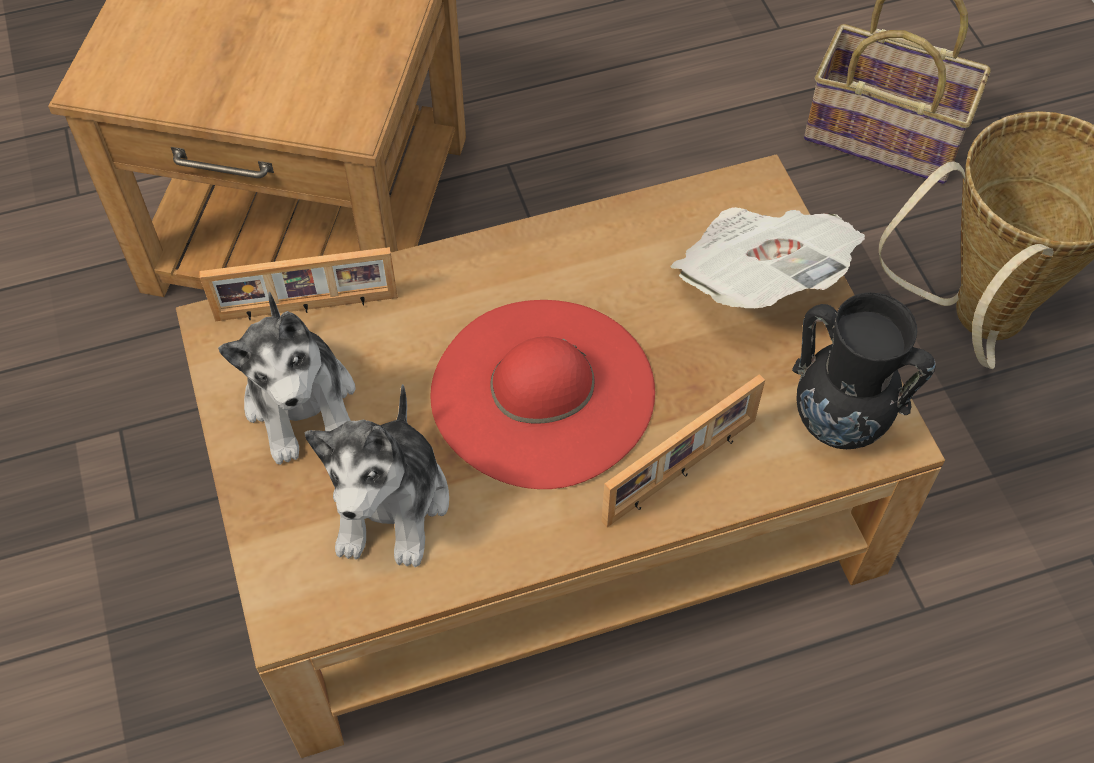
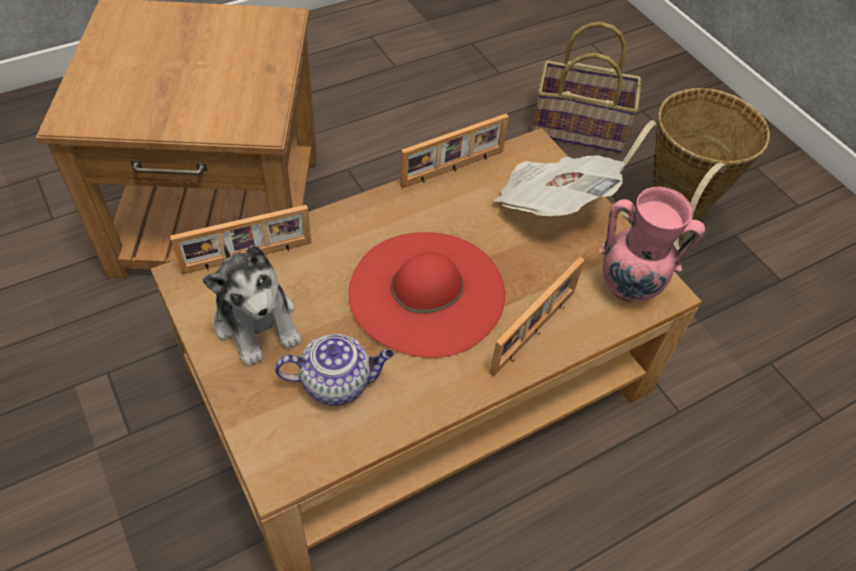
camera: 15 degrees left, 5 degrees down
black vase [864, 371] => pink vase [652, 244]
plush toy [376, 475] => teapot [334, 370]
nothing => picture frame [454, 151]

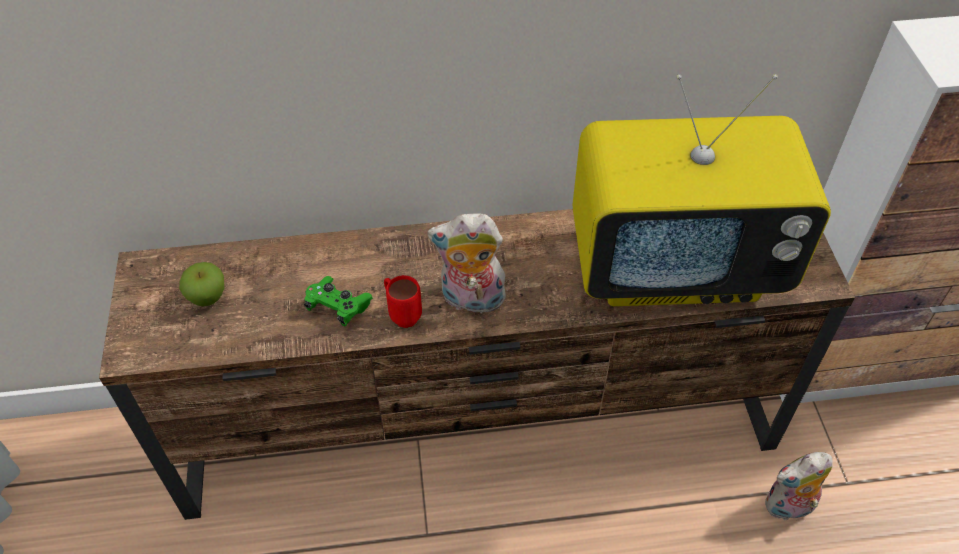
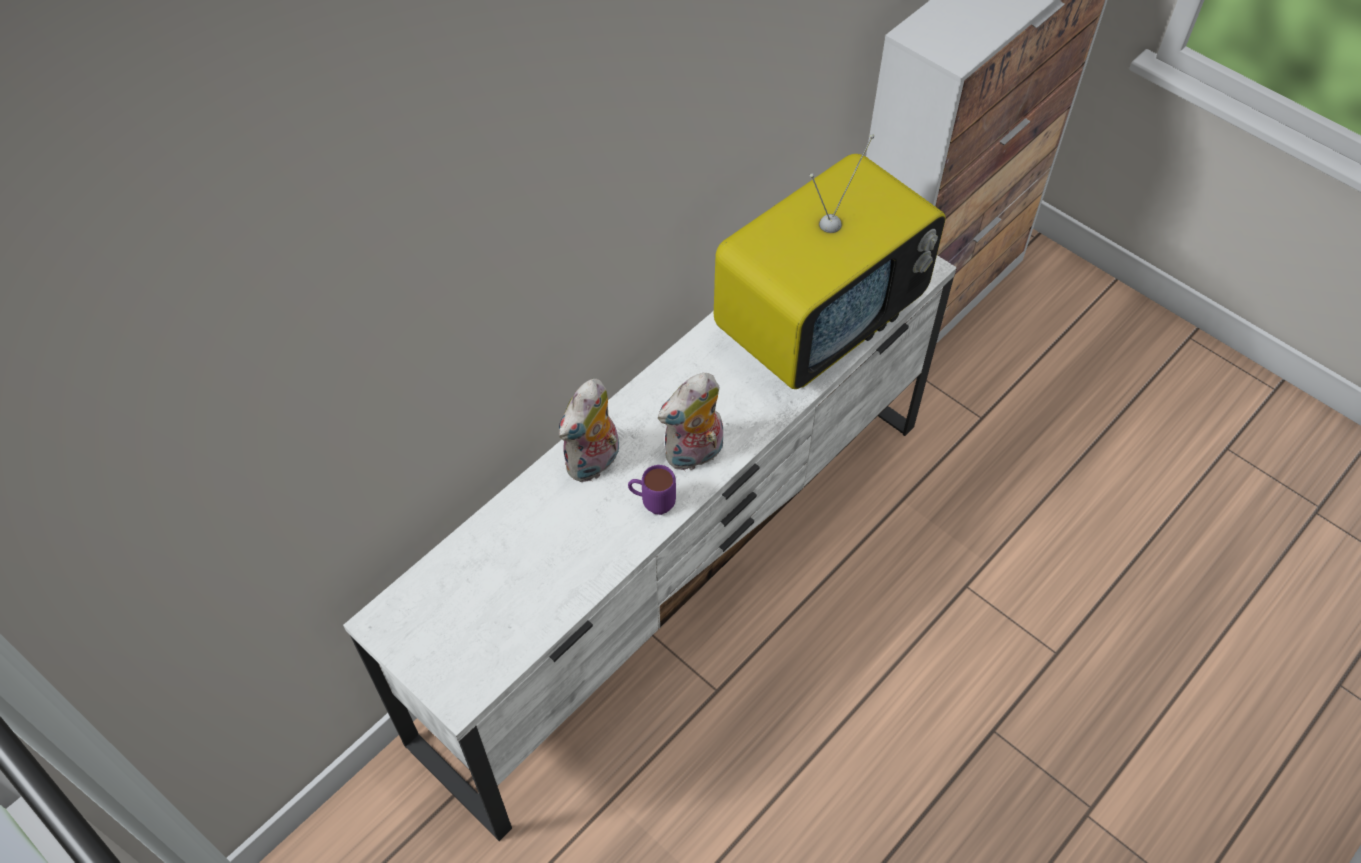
camera: 40 degrees left, 5 degrees up
brown tv stand [477, 364] => white tv stand [650, 548]
apple [201, 284] => nothing
red mug [403, 301] => purple mug [652, 490]
green game controller [338, 301] => nothing
plush toy [799, 486] => plush toy [589, 430], move

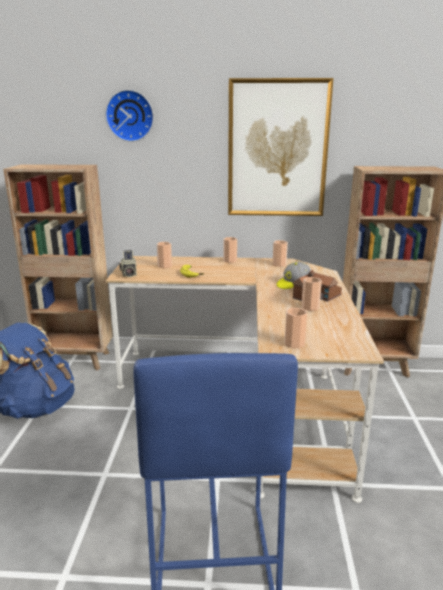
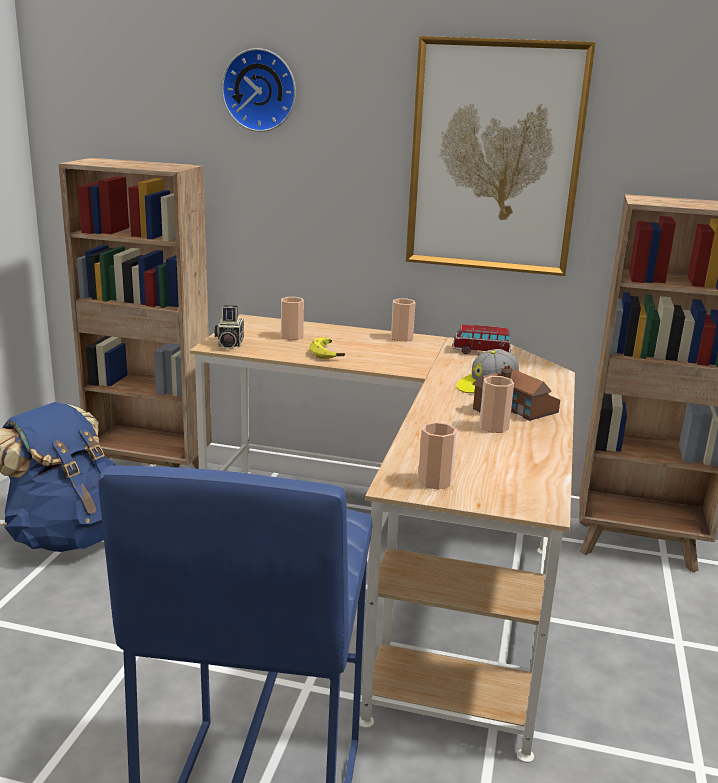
camera: 10 degrees right, 0 degrees up
cup [280, 253] => toy car [481, 339]

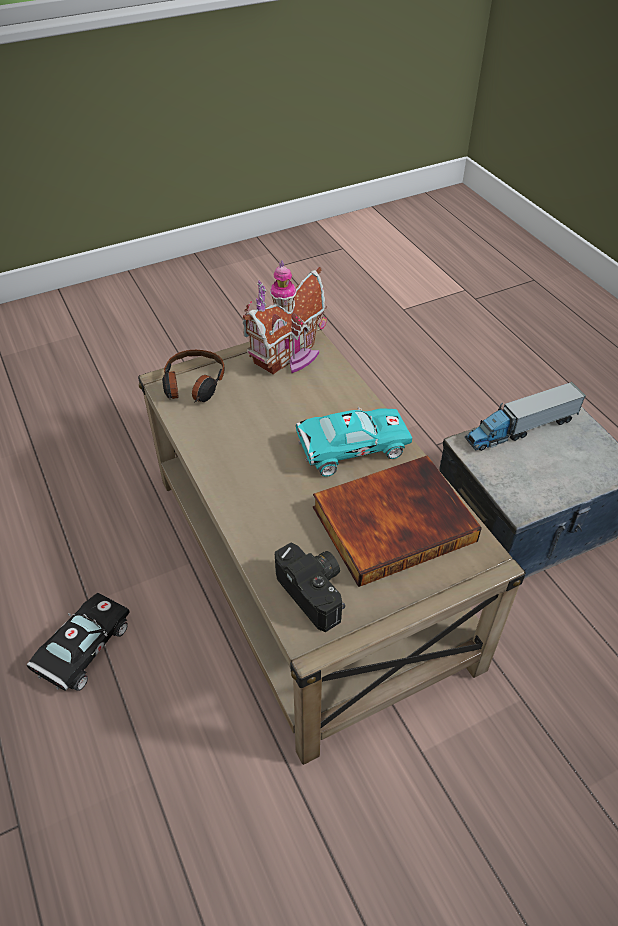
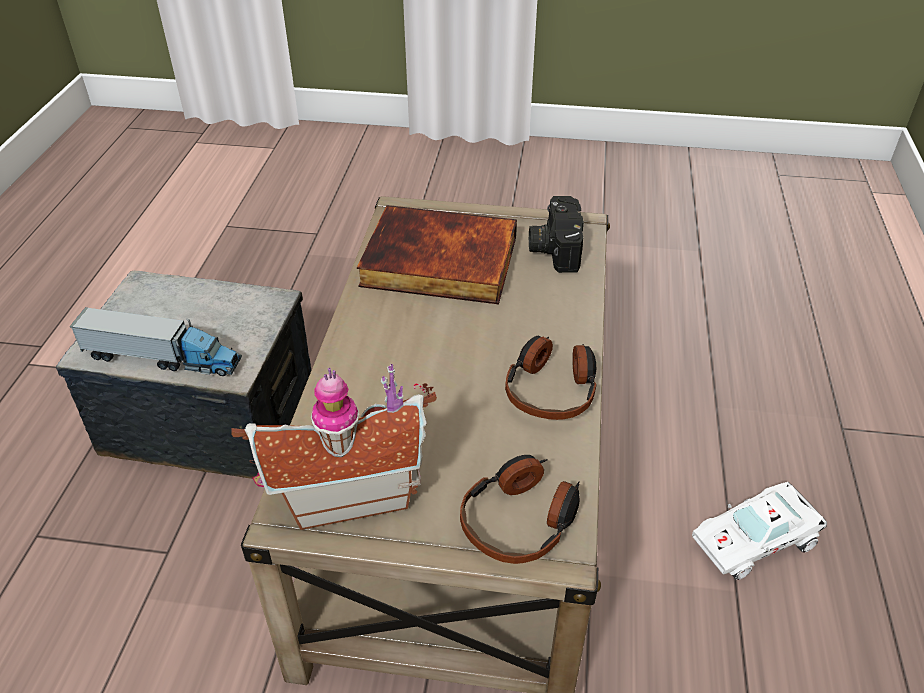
camera: 145 degrees left, 5 degrees down
turquoise toy car [354, 442] => nothing
black toy car [78, 642] => white toy car [759, 531]
nothing => headphones [550, 378]

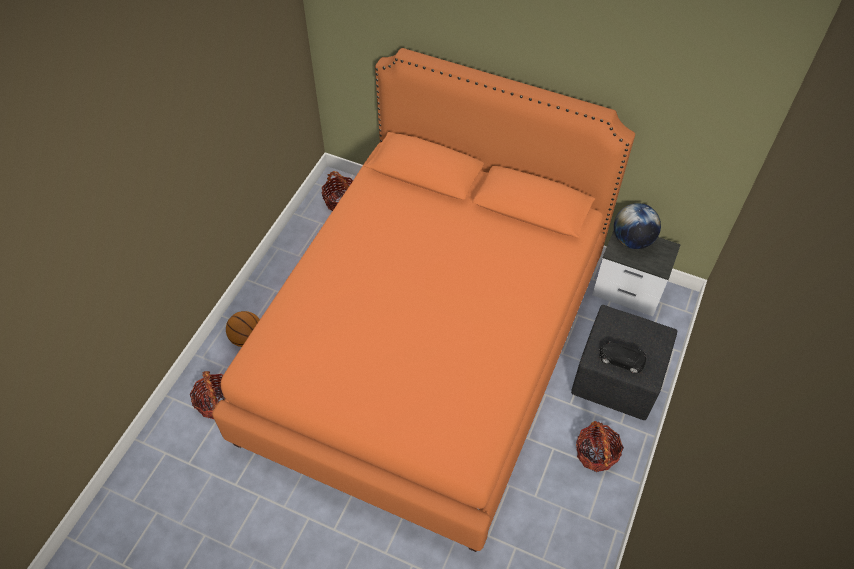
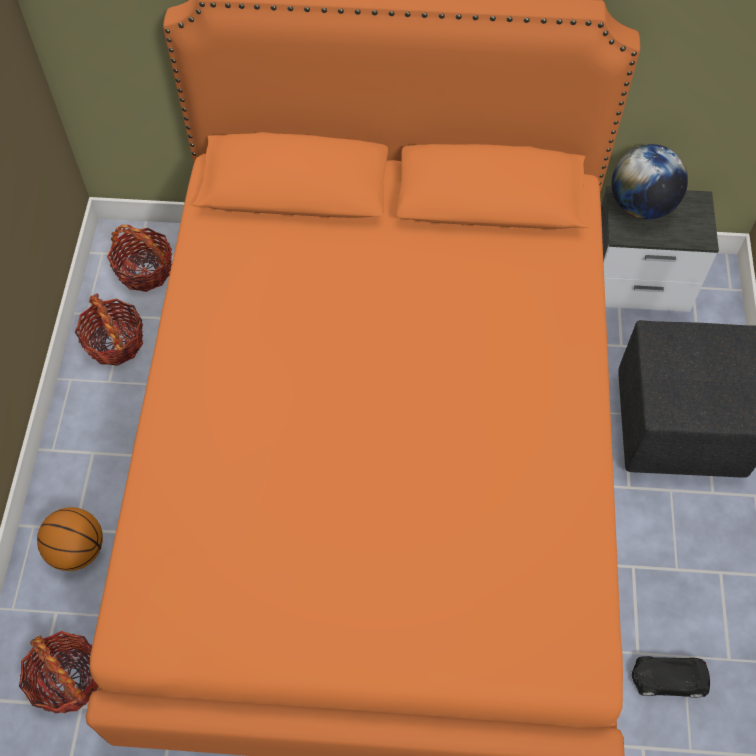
camera: 20 degrees left, 5 degrees up
black toy car [622, 357] => black toy car [670, 677], move
basket [600, 446] => basket [109, 329], move

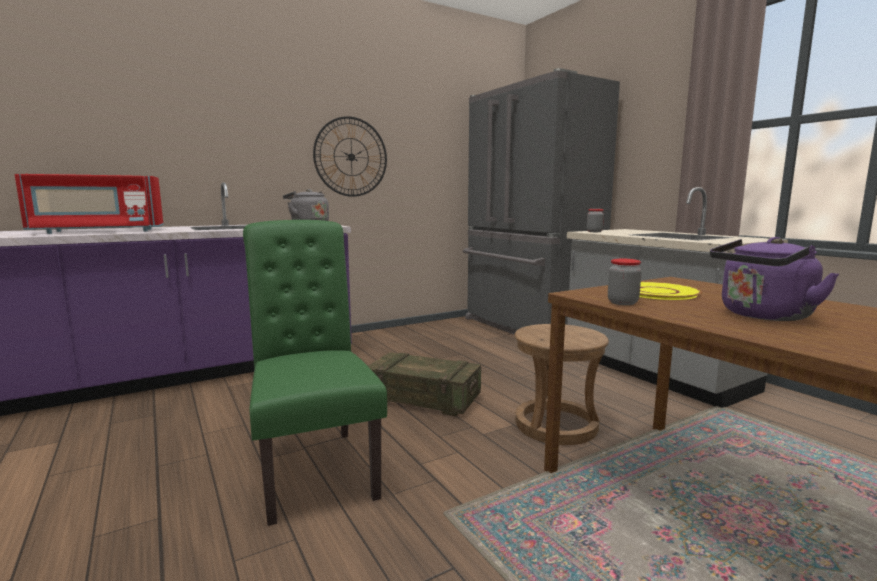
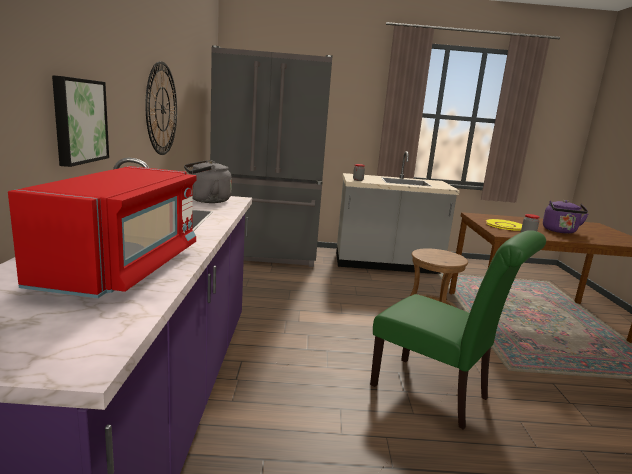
camera: 60 degrees left, 5 degrees up
green chair [315, 373] => green chair [458, 330], 150 degrees counterclockwise
crate [424, 384] => nothing
nothing => picture [80, 121]

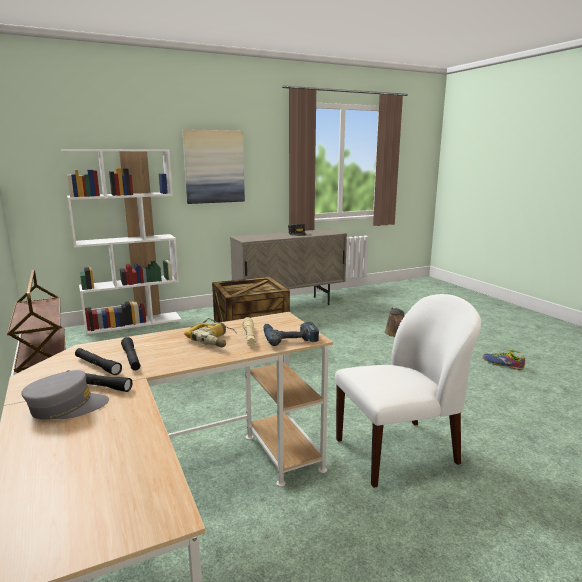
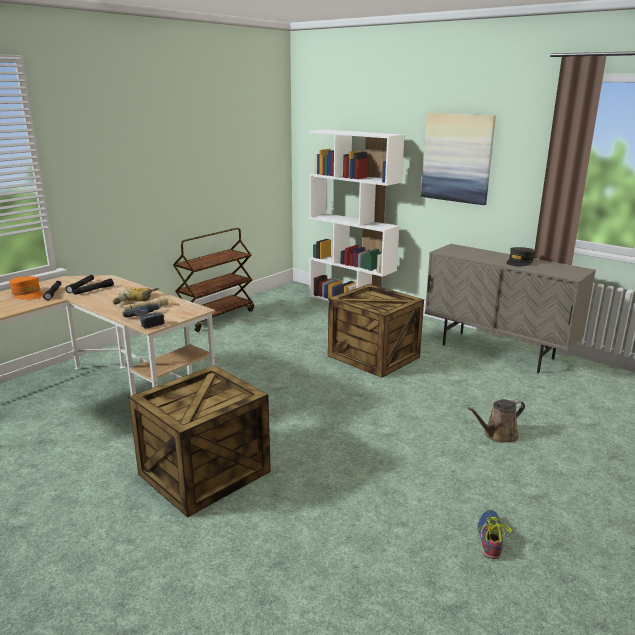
camera: 65 degrees right, 5 degrees up
white chair [408, 391] => crate [200, 441]
grey cap [65, 395] => orange cap [26, 288]

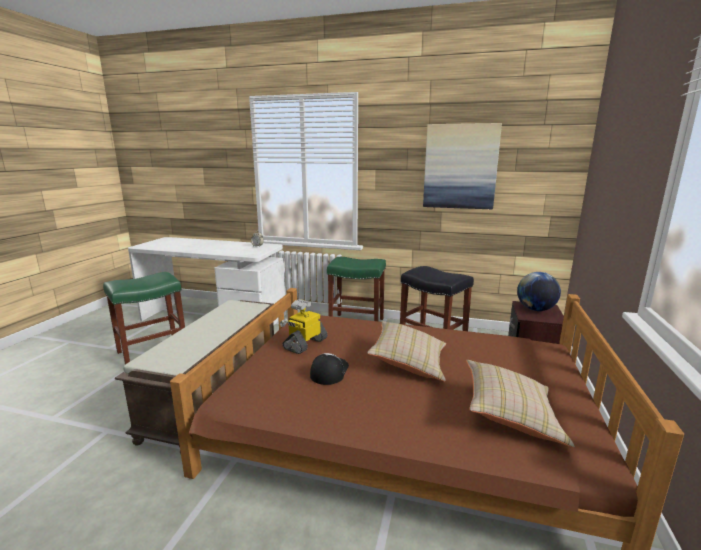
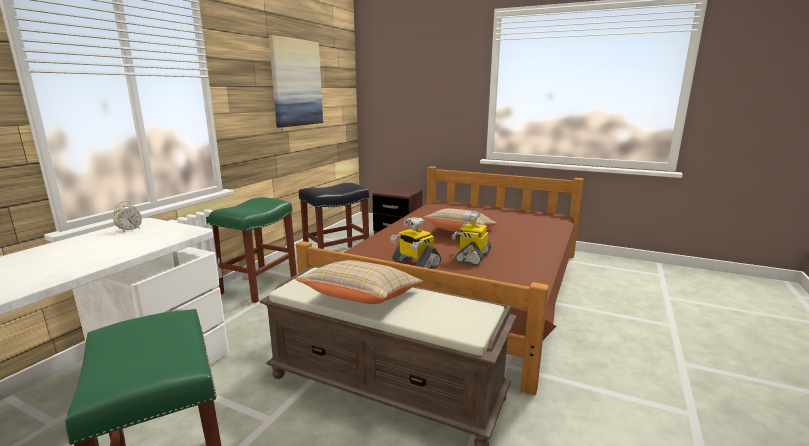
camera: 80 degrees left, 0 degrees up
globe [539, 291] => nothing
cap [329, 369] => toy robot [472, 238]
beige pillow [520, 404] => beige pillow [359, 282], move

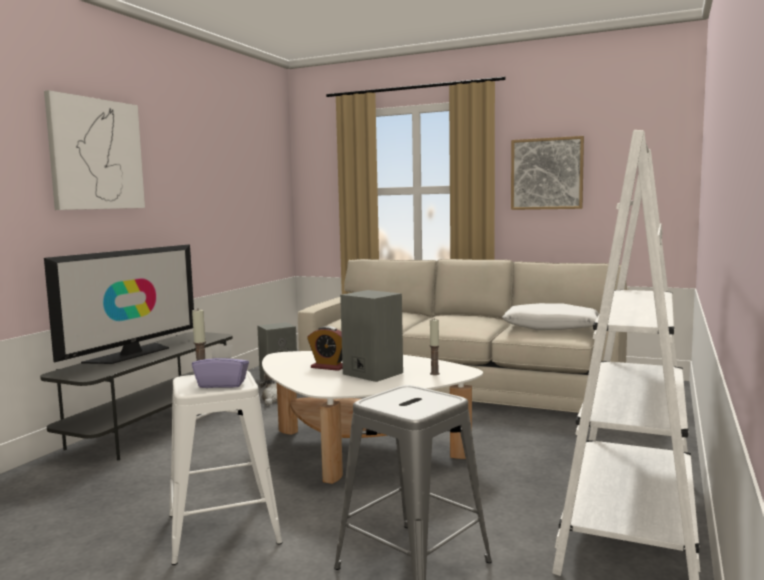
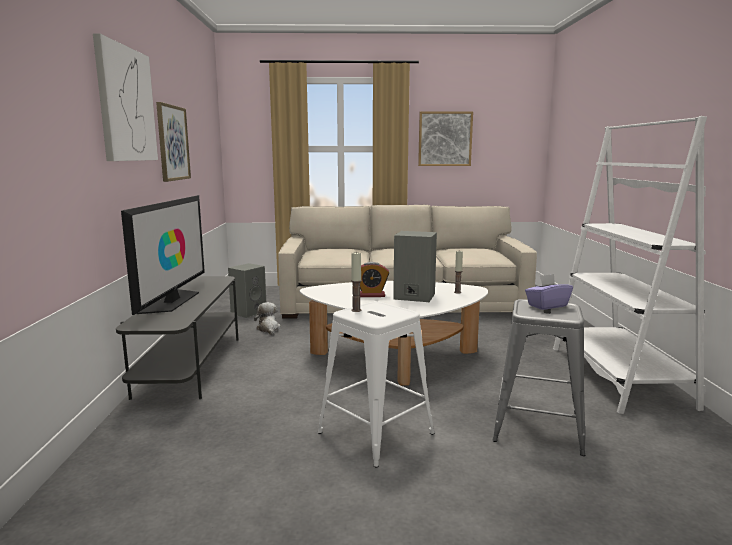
camera: 25 degrees left, 5 degrees up
white pillow [550, 316] => nothing
purple tissue box [220, 366] => purple tissue box [549, 292], move
nothing => picture [173, 142]

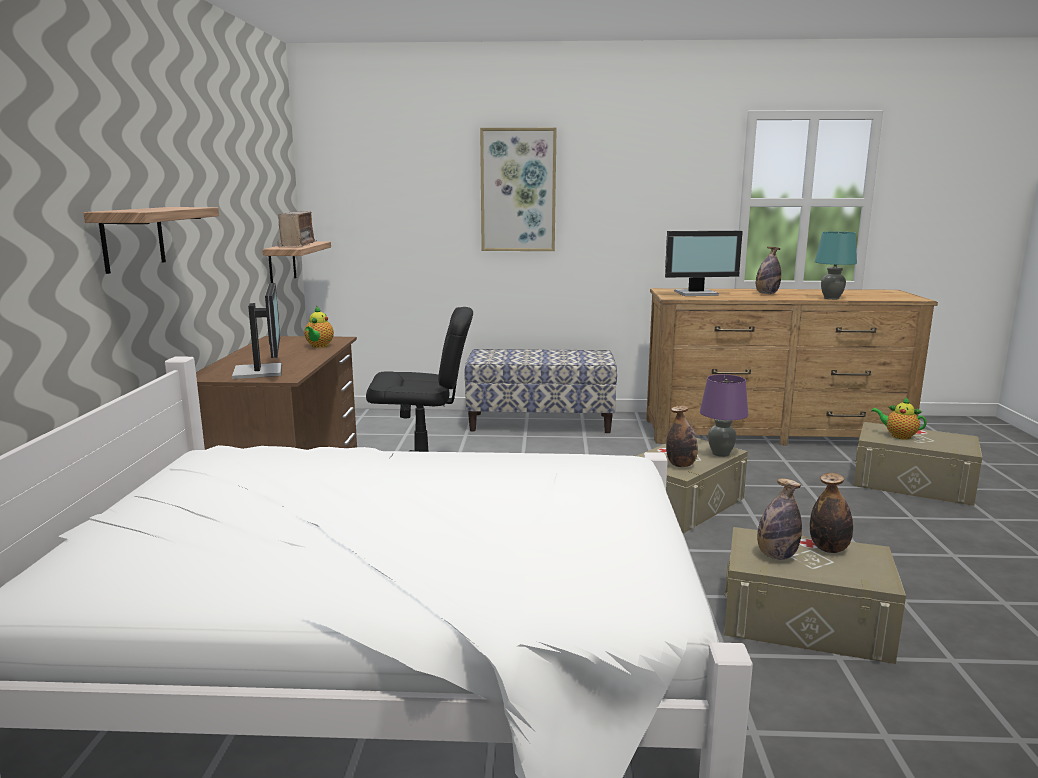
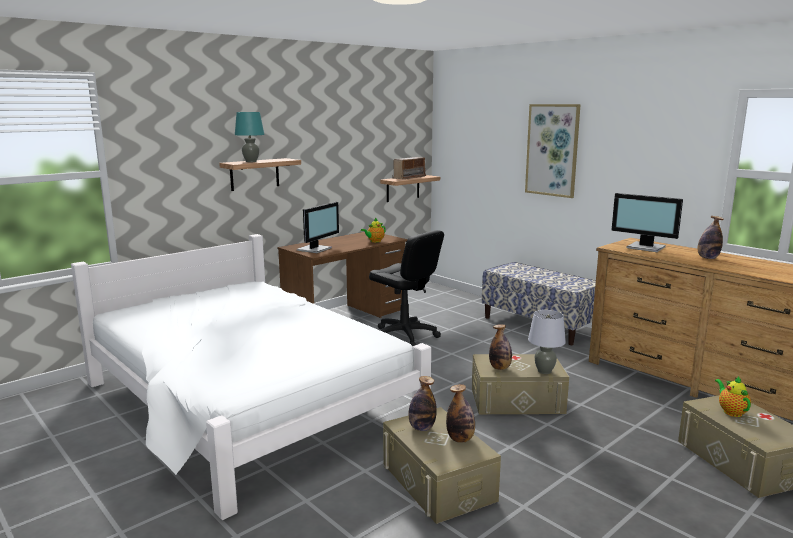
camera: 45 degrees right, 0 degrees up
turquoise table lamp [836, 265] => turquoise table lamp [250, 137], move
purple table lamp [724, 415] => grey table lamp [547, 342]

